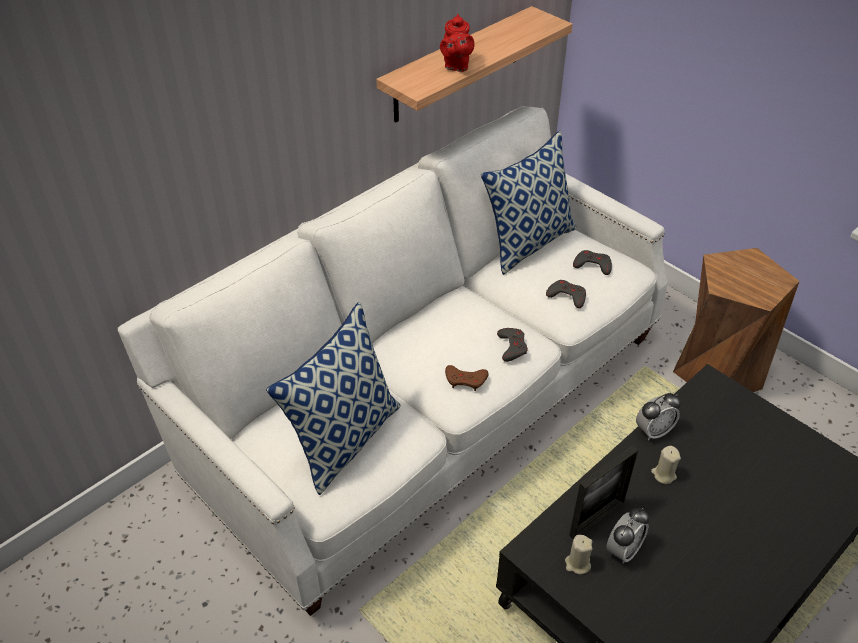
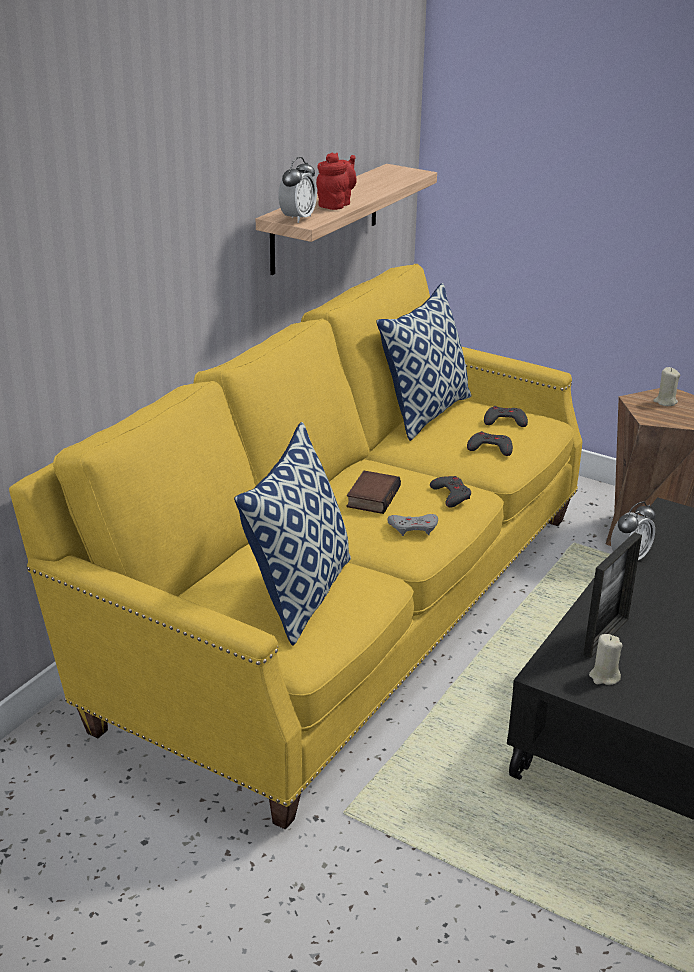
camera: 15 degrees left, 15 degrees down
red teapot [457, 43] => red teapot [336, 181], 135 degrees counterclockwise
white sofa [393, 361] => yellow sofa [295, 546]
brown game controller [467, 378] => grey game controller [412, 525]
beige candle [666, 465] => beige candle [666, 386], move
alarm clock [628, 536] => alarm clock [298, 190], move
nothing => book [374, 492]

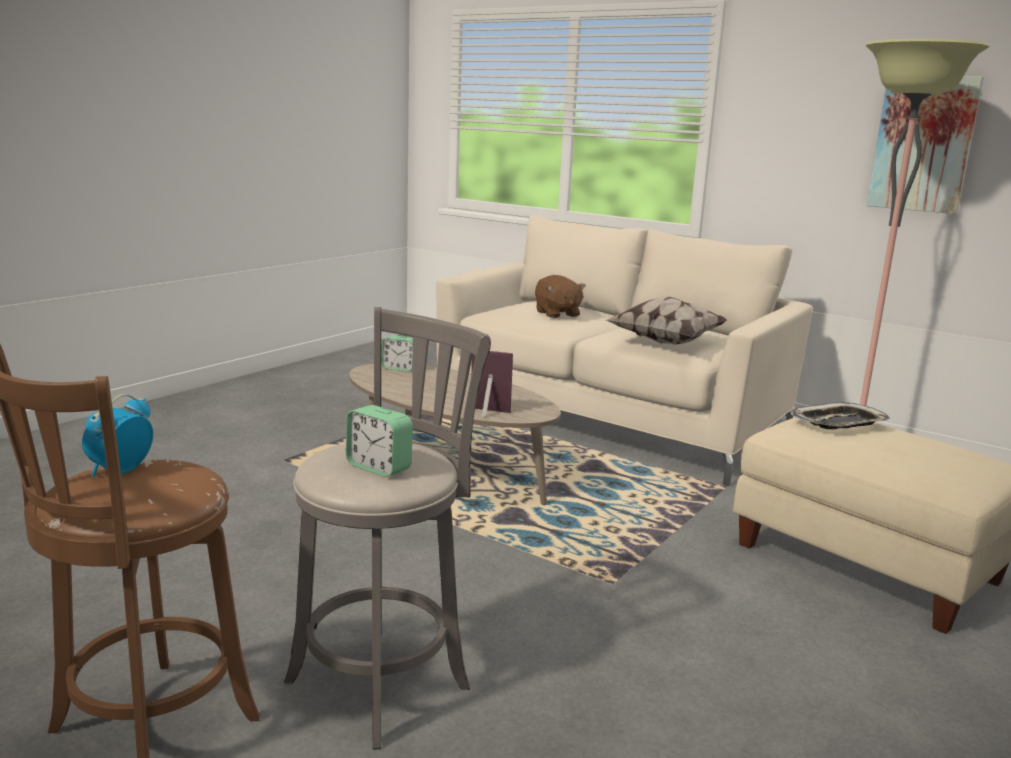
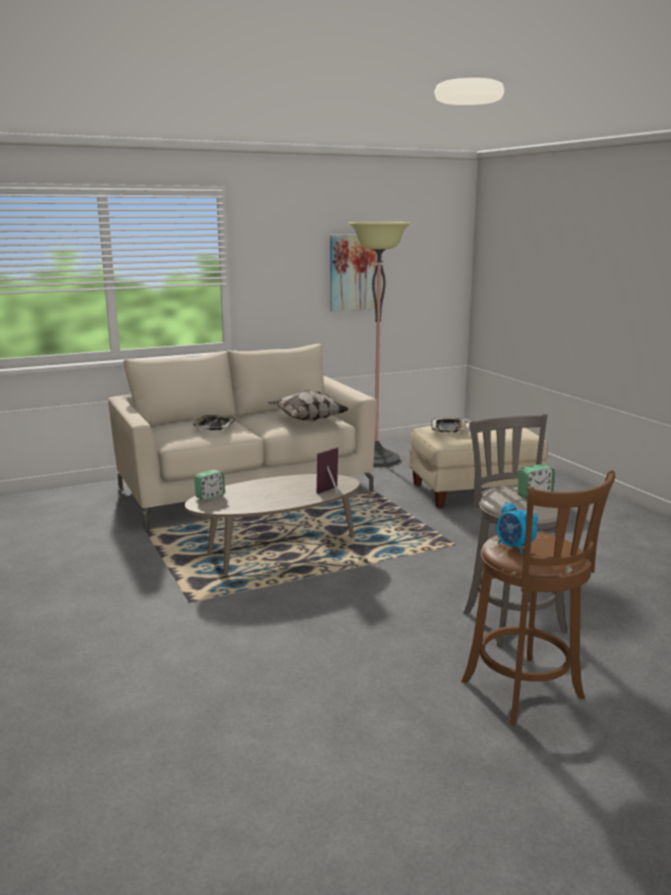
camera: 60 degrees left, 0 degrees up
brown plush toy [560, 296] => tray [214, 422]

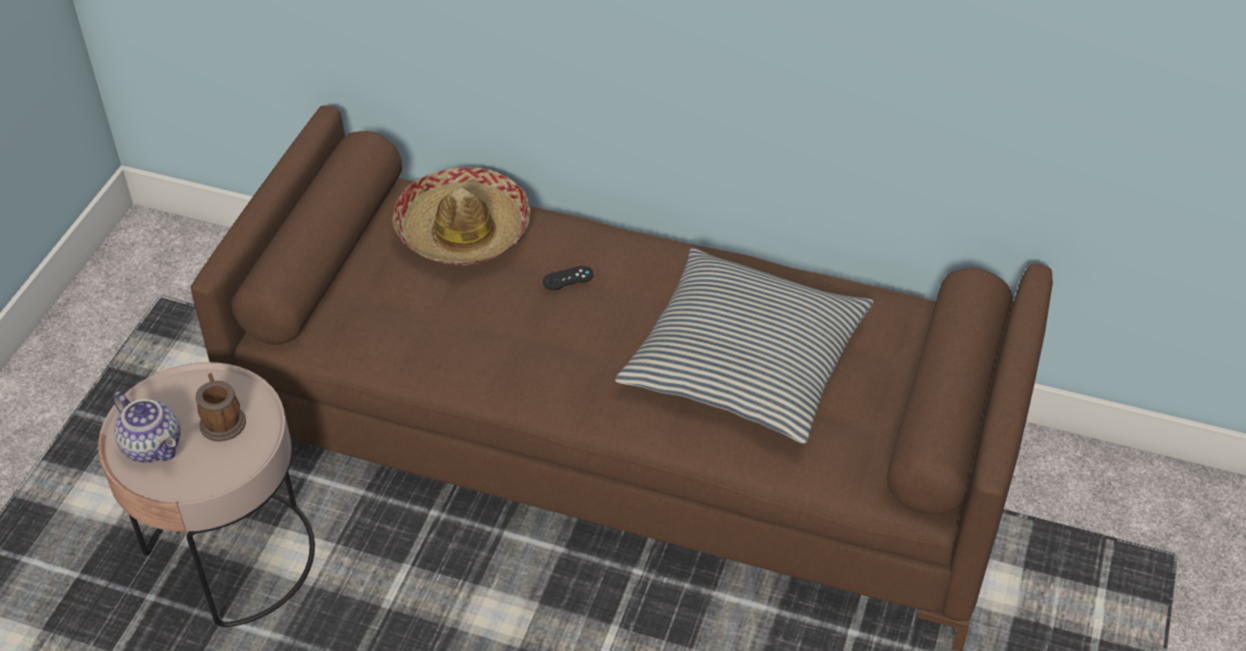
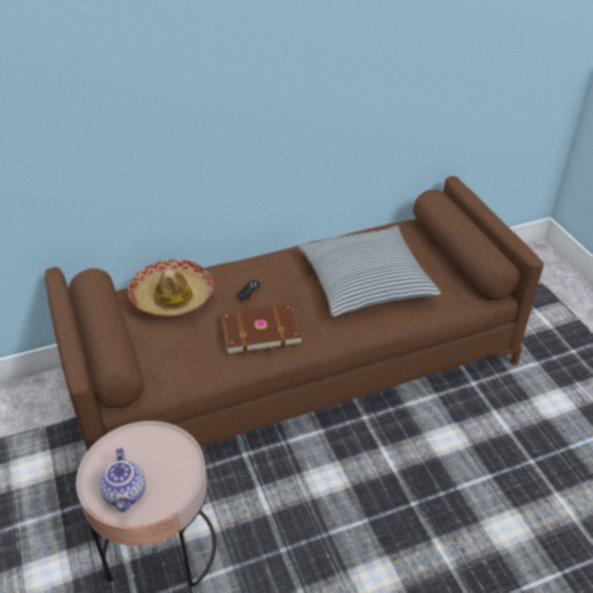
camera: 40 degrees left, 5 degrees down
mug [221, 407] => nothing
teapot [146, 427] => teapot [122, 480], 75 degrees clockwise
nothing => brown book [261, 329]

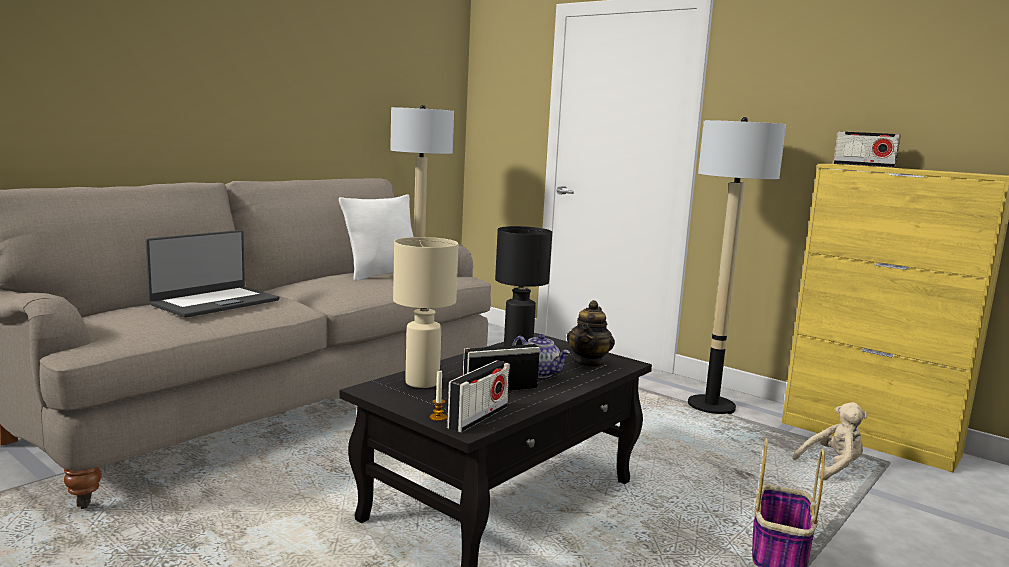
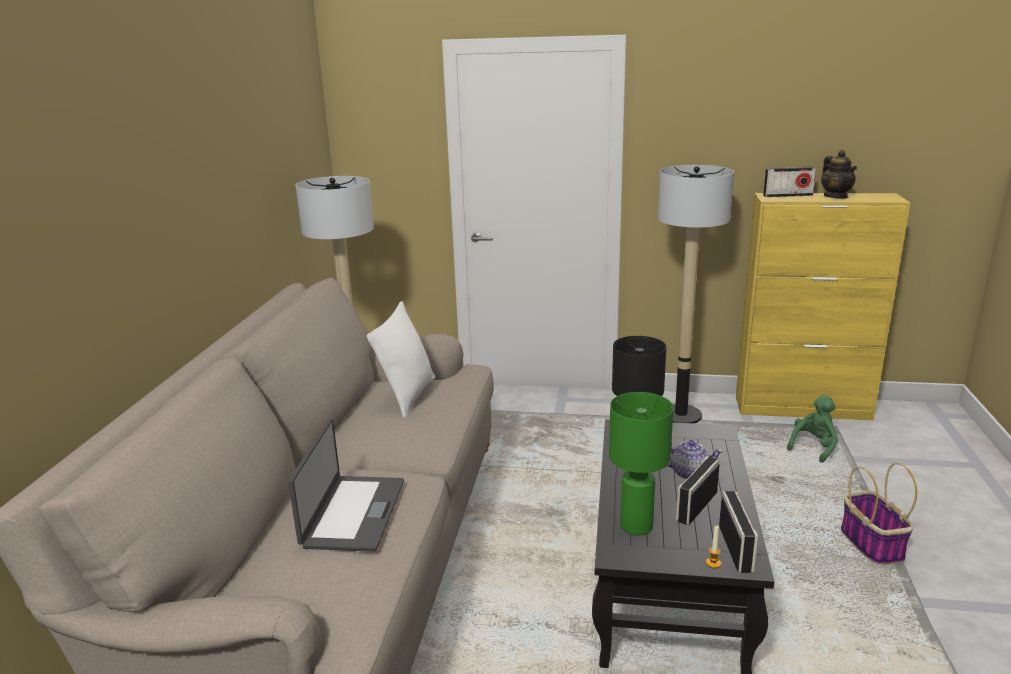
camera: 30 degrees left, 10 degrees up
beige table lamp [425, 312] => green table lamp [641, 464]
teapot [591, 334] => teapot [839, 174], move
beige plush toy [830, 441] => green plush toy [812, 429]

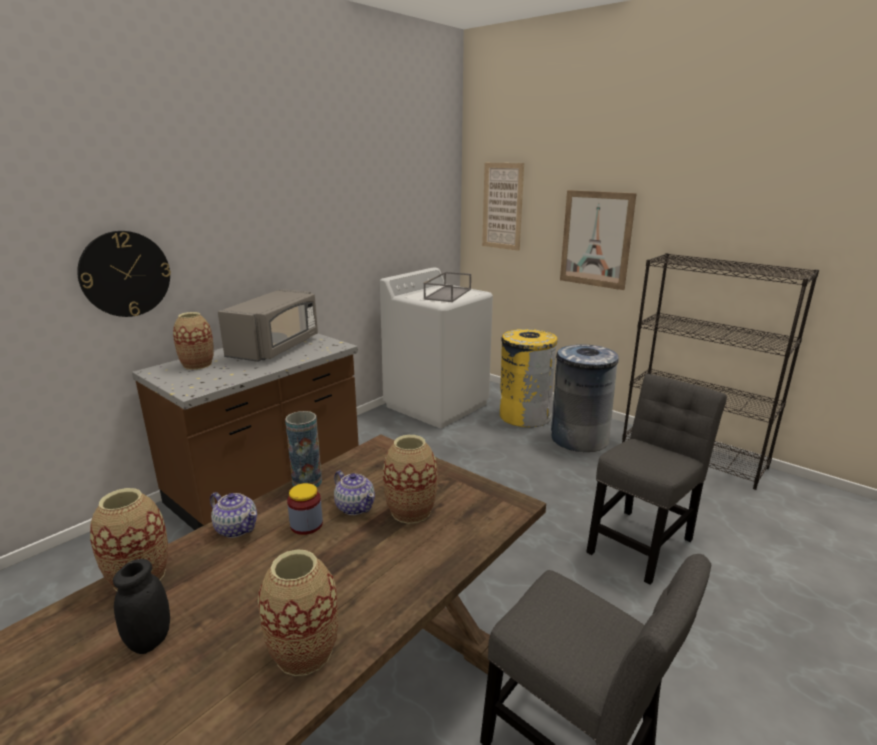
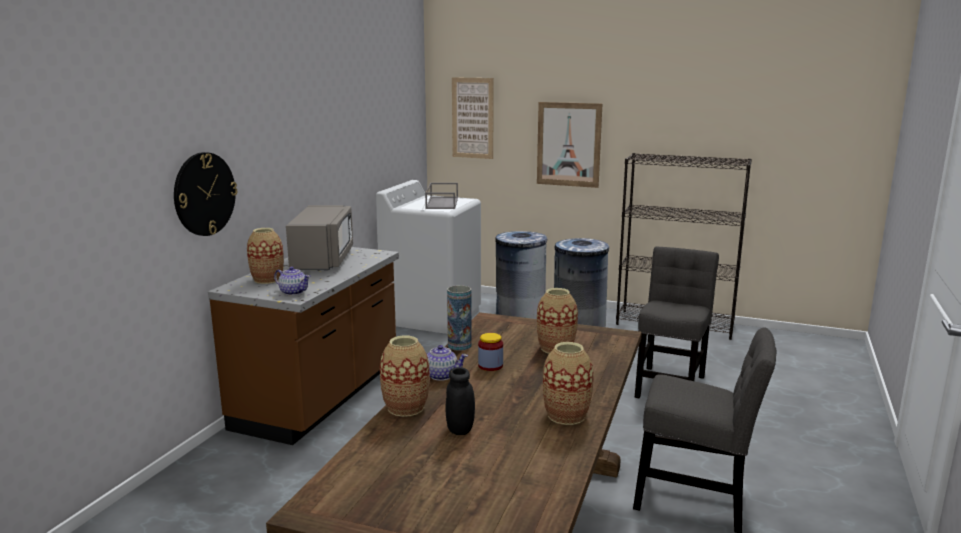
camera: 20 degrees left, 5 degrees down
yellow trash can [529, 378] => grey trash can [521, 275]
teapot [354, 493] => teapot [292, 280], move

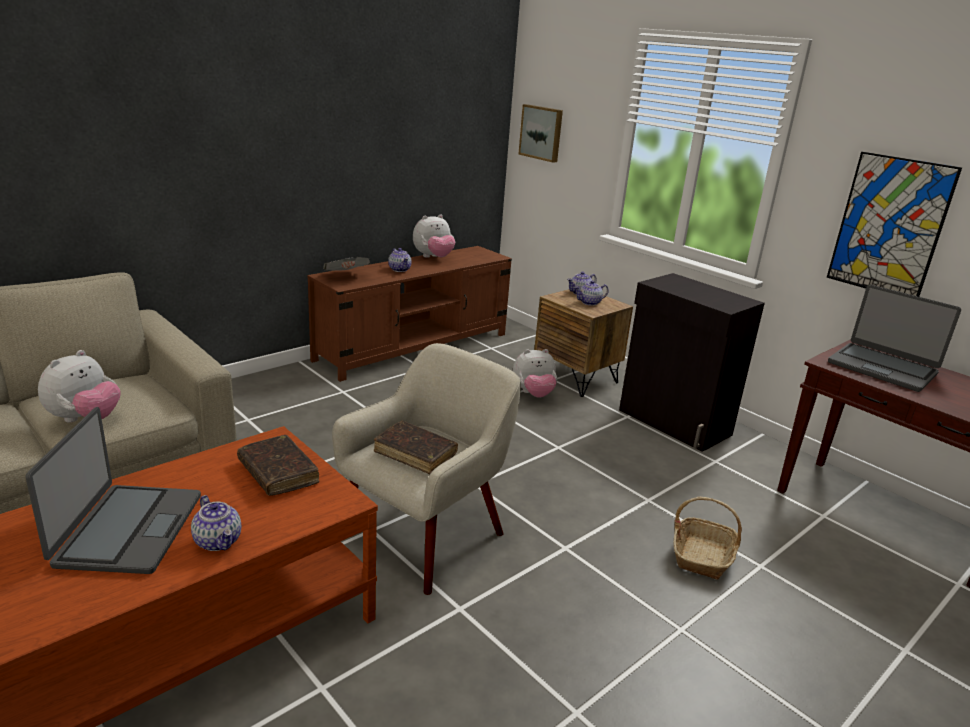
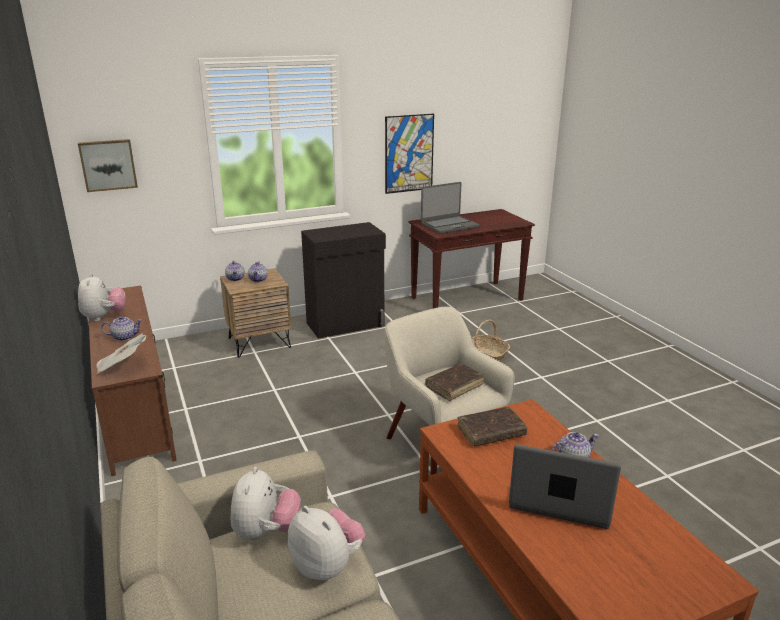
camera: 70 degrees left, 0 degrees up
plush toy [535, 373] => plush toy [266, 504], move

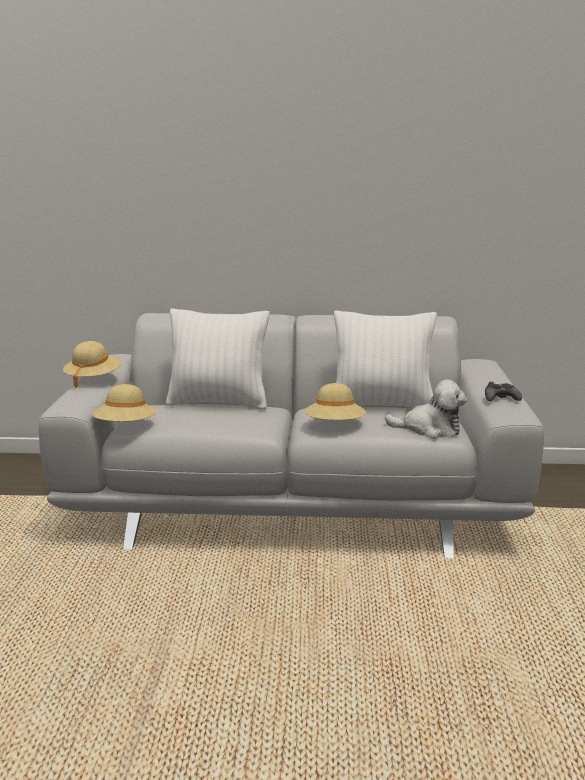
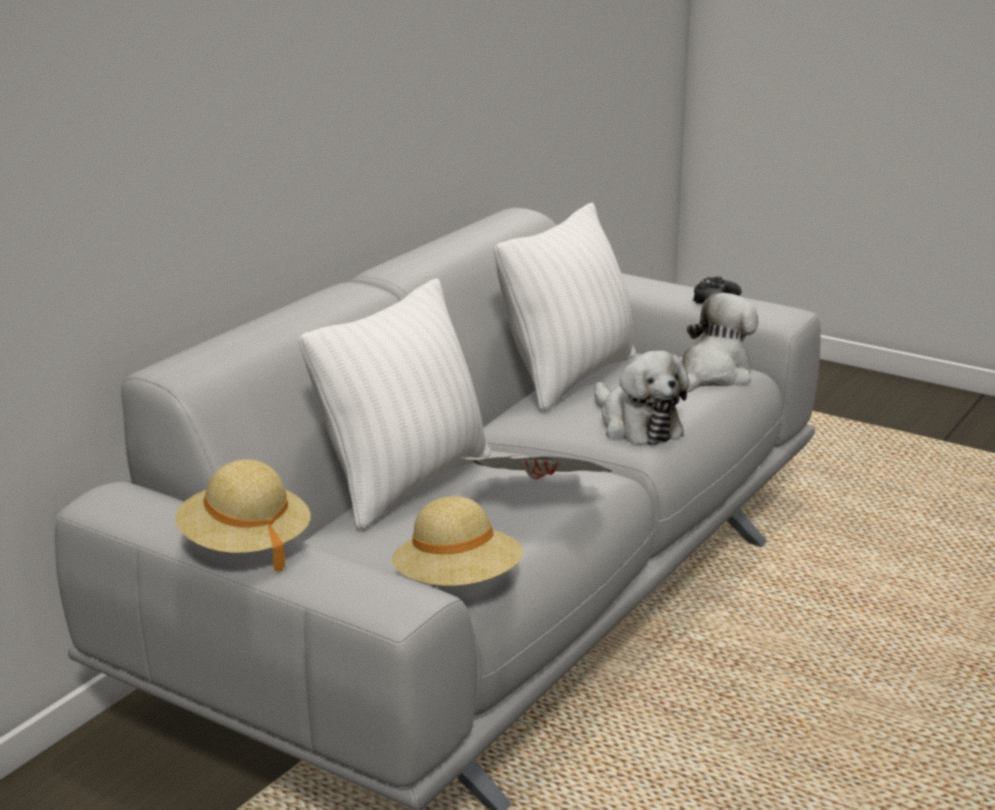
camera: 60 degrees left, 5 degrees up
beige hat [335, 401] => plush toy [642, 398]
nothing => newspaper [536, 467]

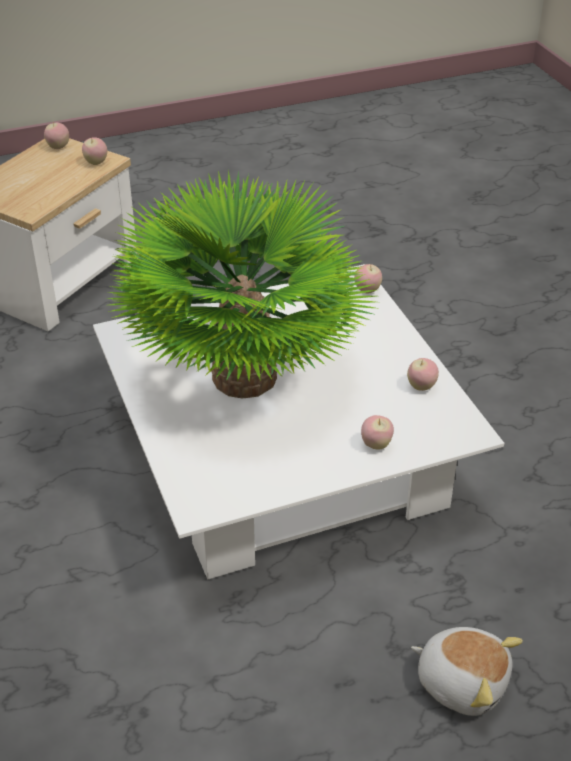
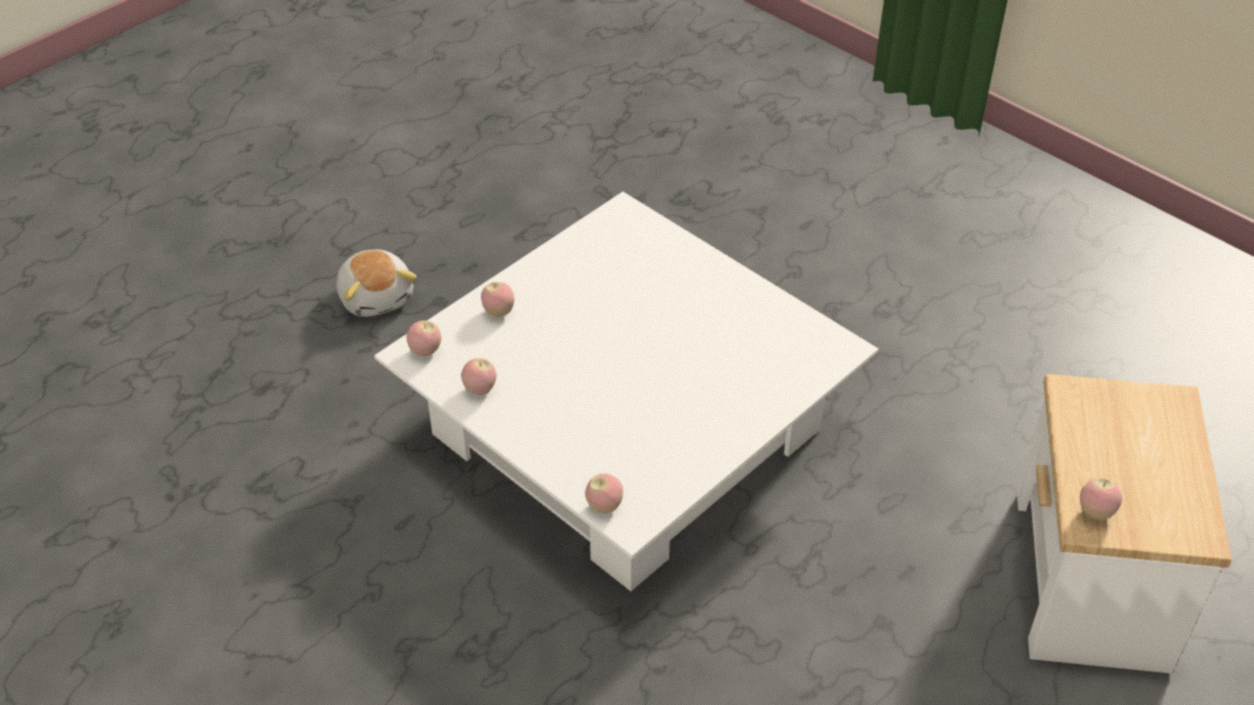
camera: 155 degrees right, 5 degrees up
apple [56, 136] => apple [423, 338], move
potted plant [241, 285] => nothing
plush toy [467, 671] => plush toy [377, 283], 120 degrees counterclockwise

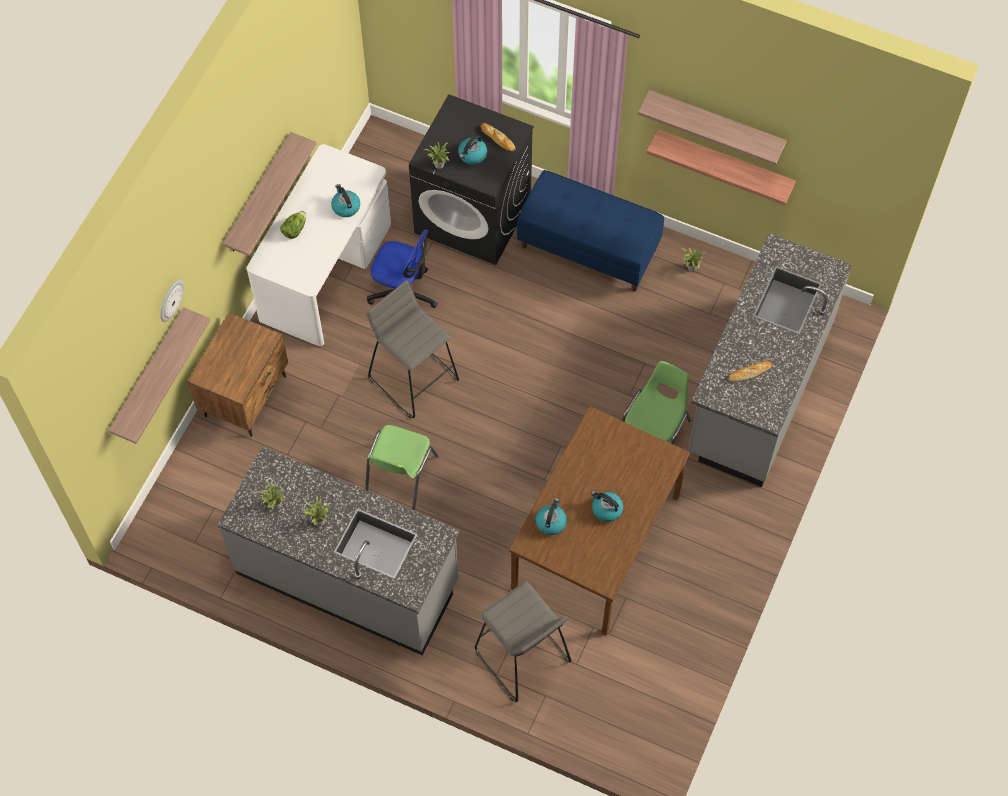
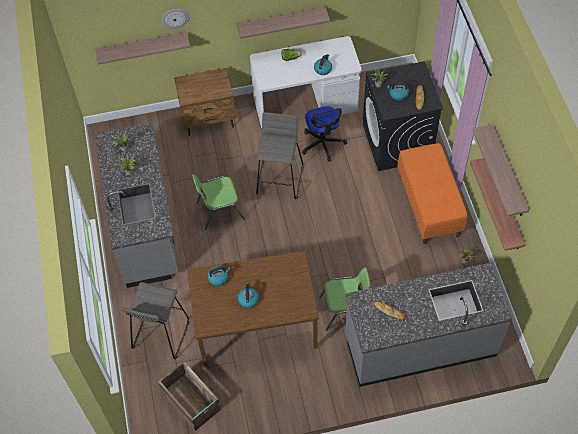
camera: 55 degrees right, 5 degrees down
blue bench [590, 231] => orange bench [432, 193]
nothing => crate [189, 396]

